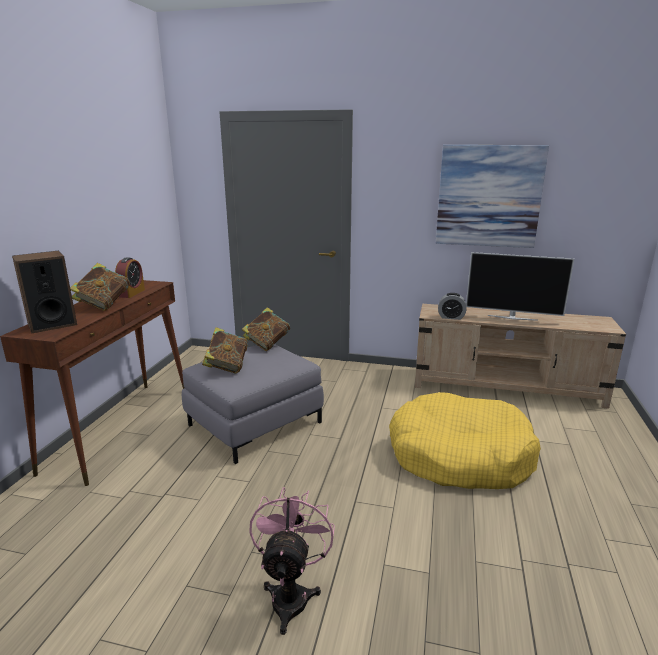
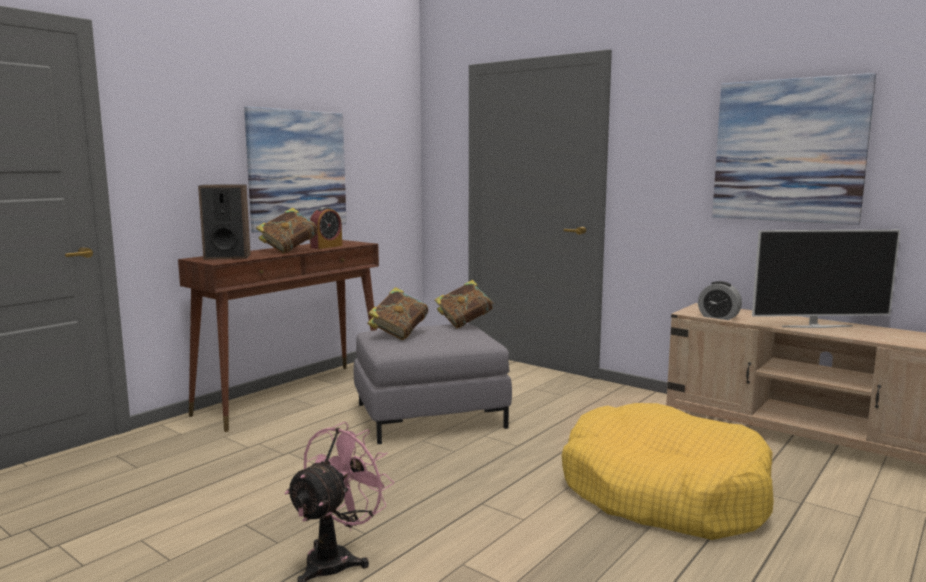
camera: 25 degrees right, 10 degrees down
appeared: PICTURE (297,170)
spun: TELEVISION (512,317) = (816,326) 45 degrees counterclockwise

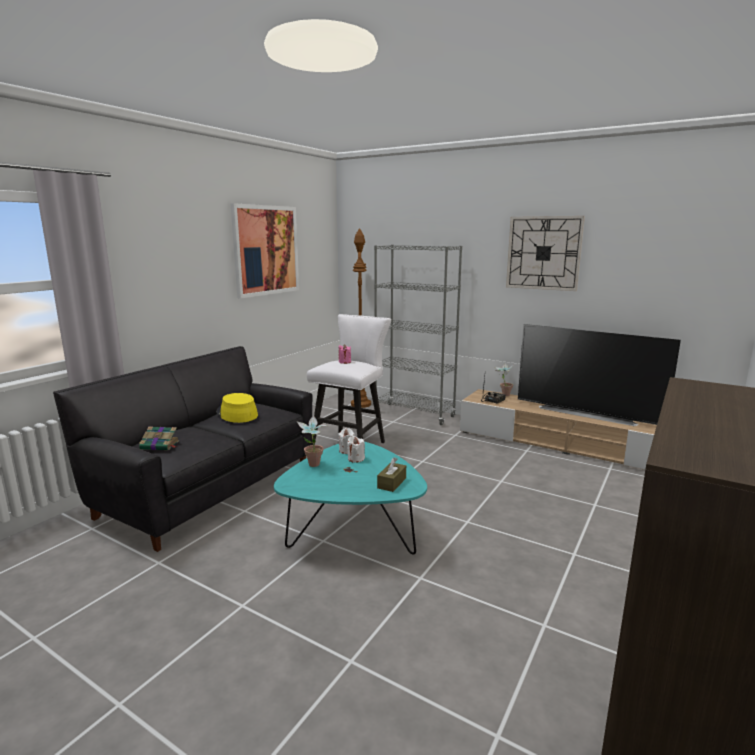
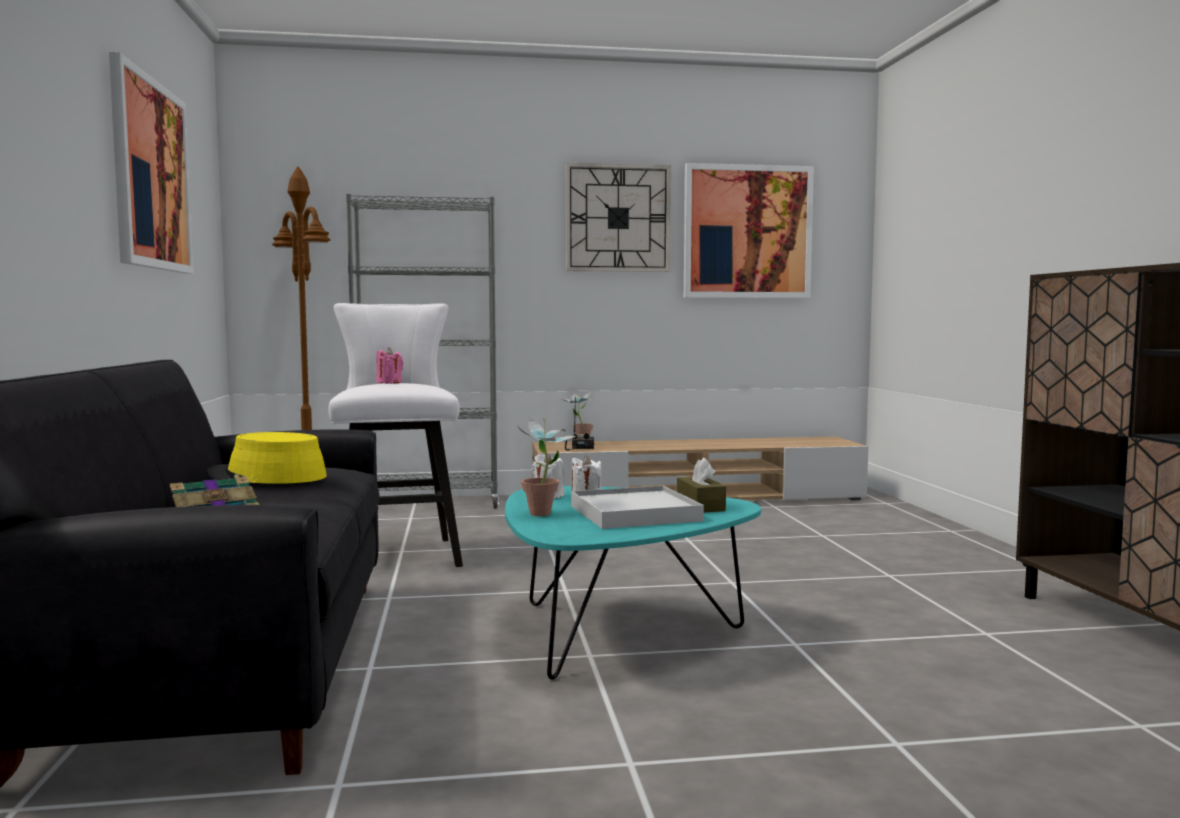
camera: 40 degrees left, 10 degrees down
missing: TELEVISION (587,413)
appeared: WHITE TRAY (635,513); PICTURE (747,232)

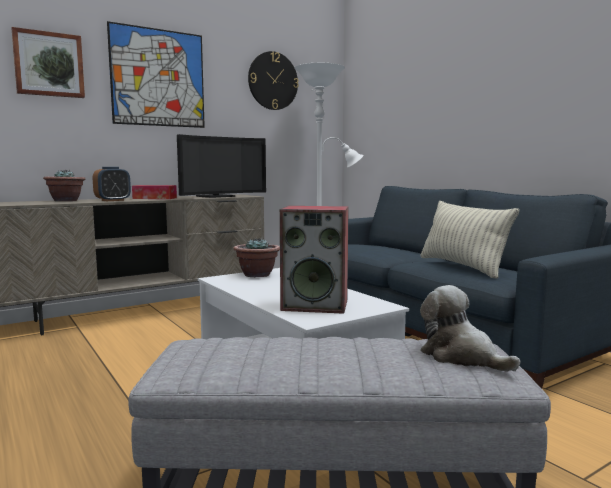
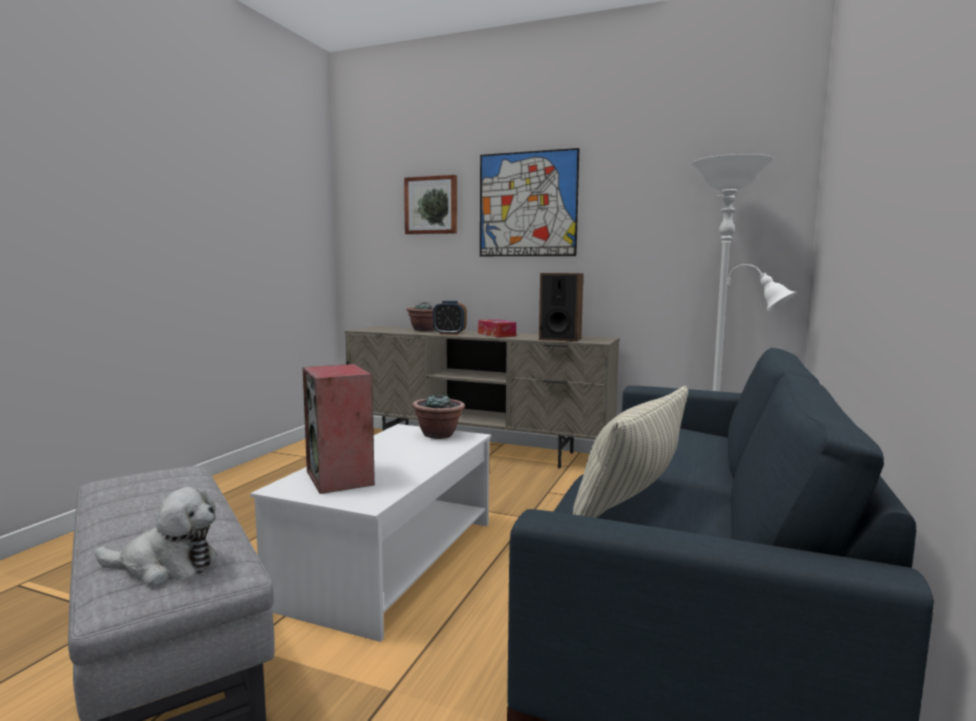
camera: 55 degrees right, 0 degrees up
missing: WALL CLOCK (273,81)
exchanged: TELEVISION (218,196) to SPEAKER (560,339)
spun: PLUSH TOY (461,356) = (165,566) 75 degrees clockwise

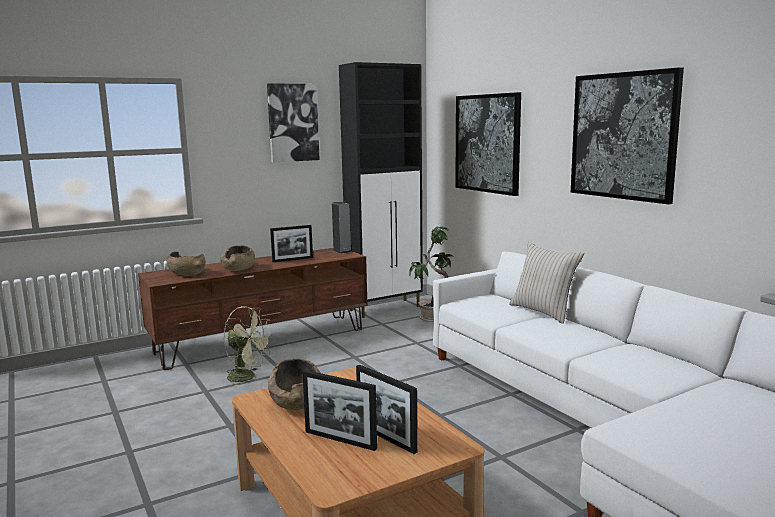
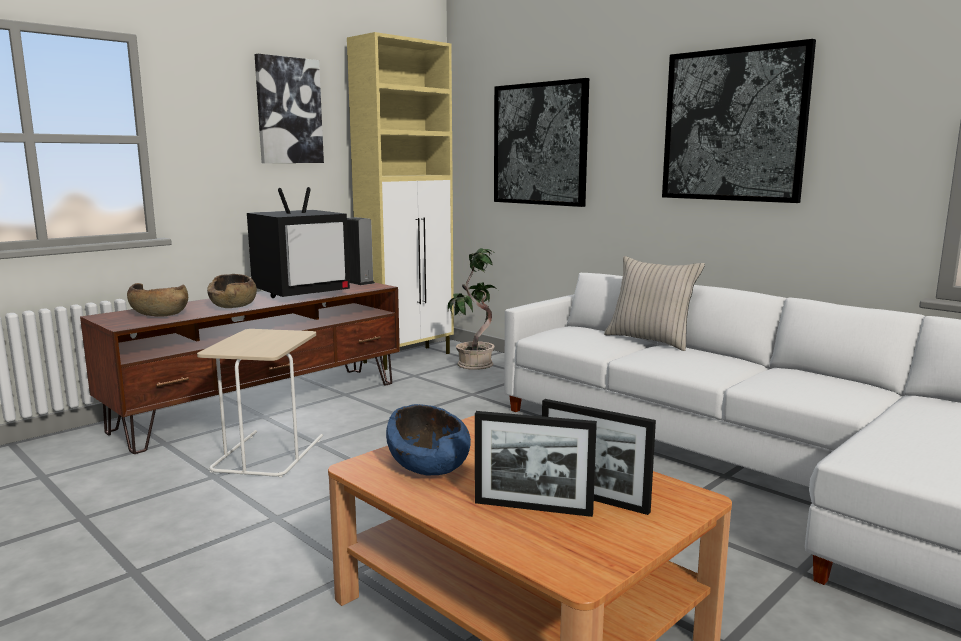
camera: 15 degrees left, 0 degrees up
exchanged: GREEN FAN (247,377) to BEIGE SIDE TABLE (267,453); PICTURE FRAME (292,259) to TELEVISION (302,293)
colour: BROWN BOWL (297,401) to BLUE BOWL (429,464); BLACK CABINET (386,308) to BEIGE CABINET (408,358)

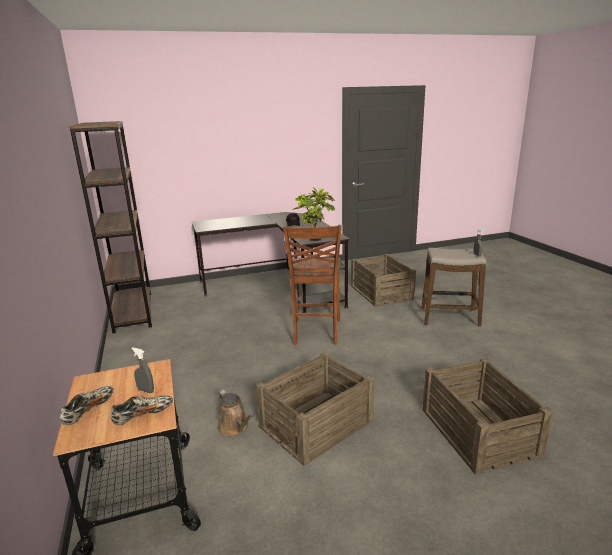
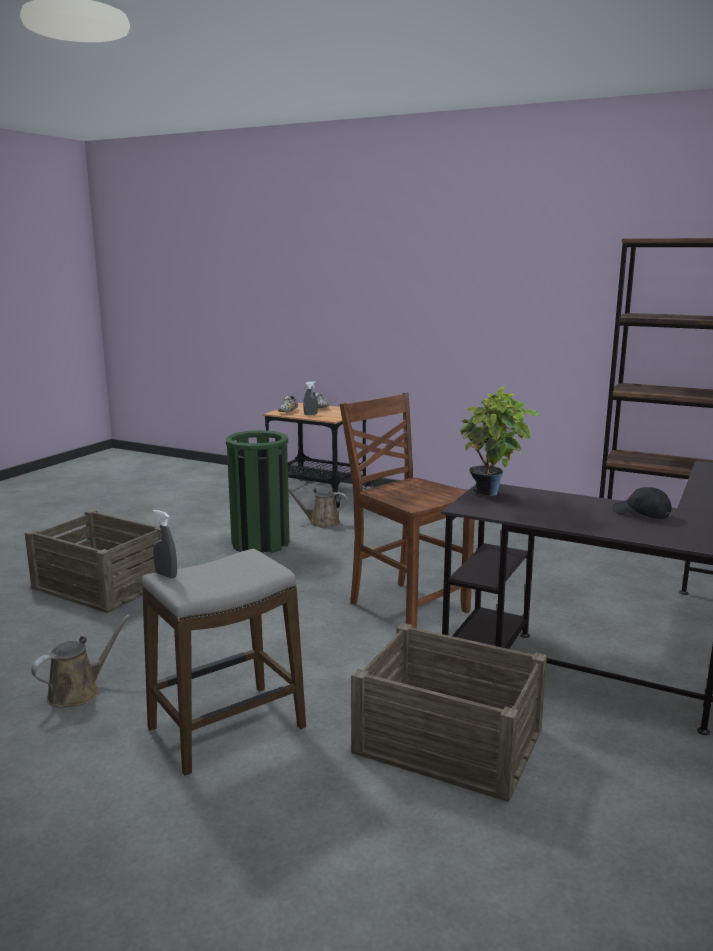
camera: 135 degrees right, 5 degrees down
appeared: BROWN WATERING CAN (78,692)
exchanged: CRATE (317,423) to GREEN TRASH CAN (260,543)

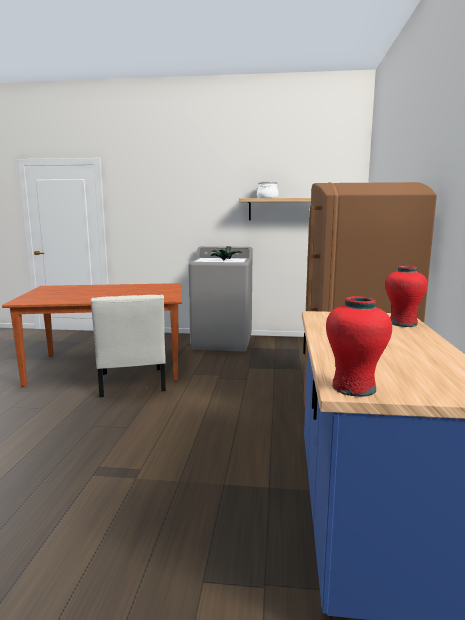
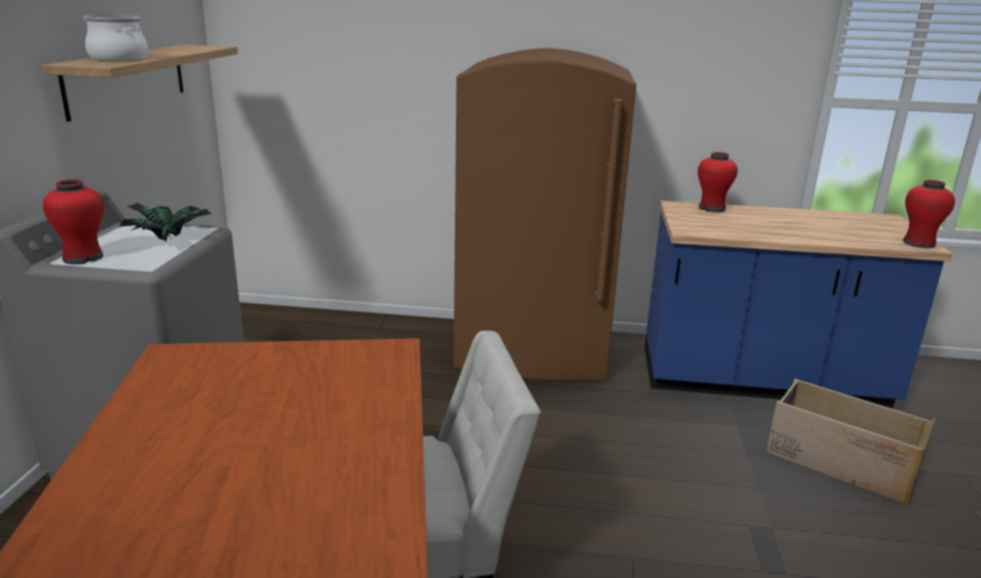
camera: 90 degrees left, 10 degrees up
appeared: RED VASE (83,258); CRATE (839,463)

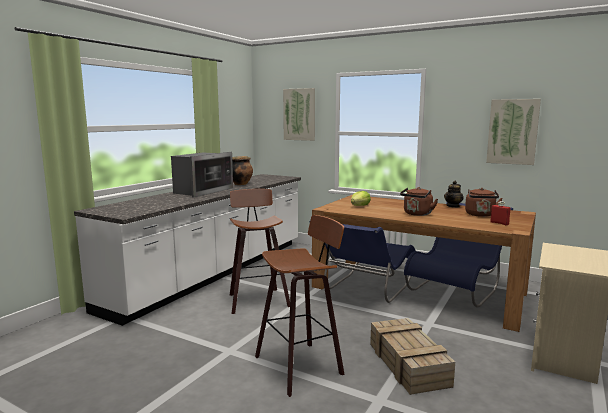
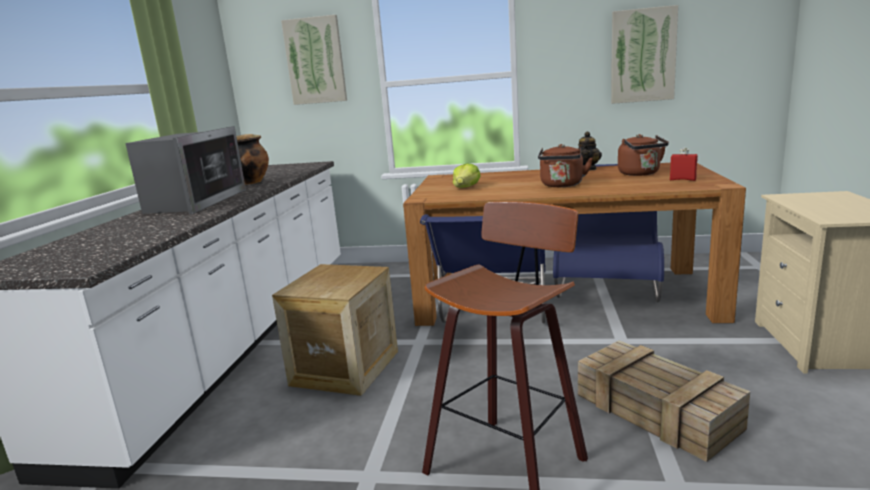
camera: 20 degrees left, 5 degrees up
exchanged: STOOL (256,300) to CRATE (345,368)

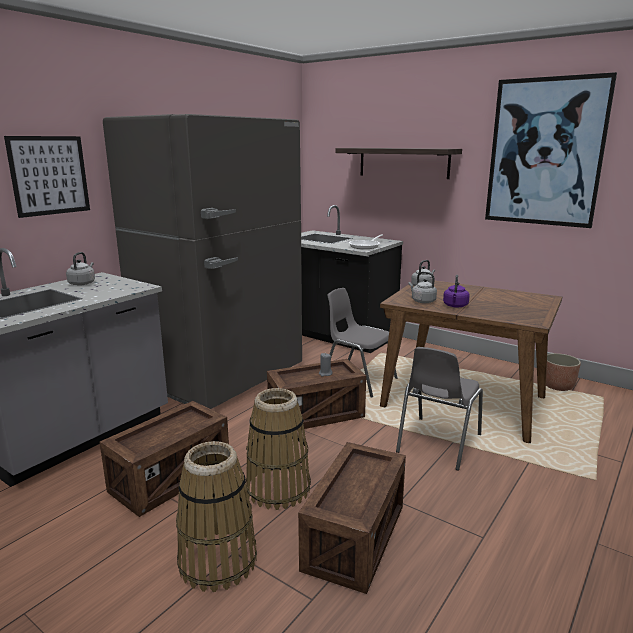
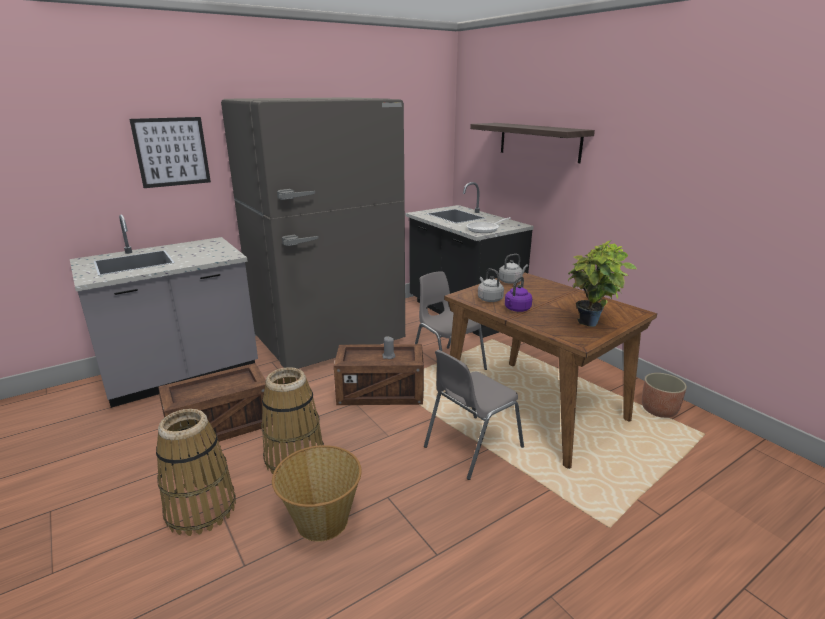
camera: 20 degrees right, 5 degrees up
missing: GREY KETTLE (82,283); PICTURE (545,152)
appeared: POTTED PLANT (591,325)
exchanged: CRATE (354,537) to BASKET (321,520)

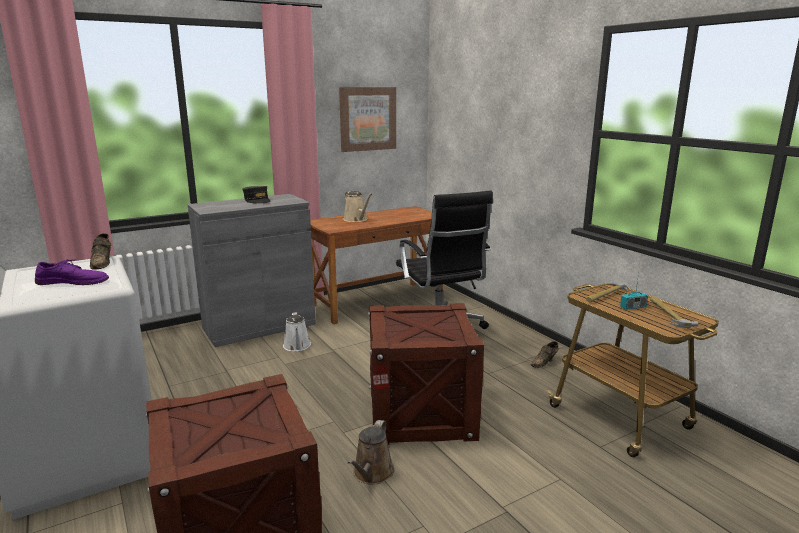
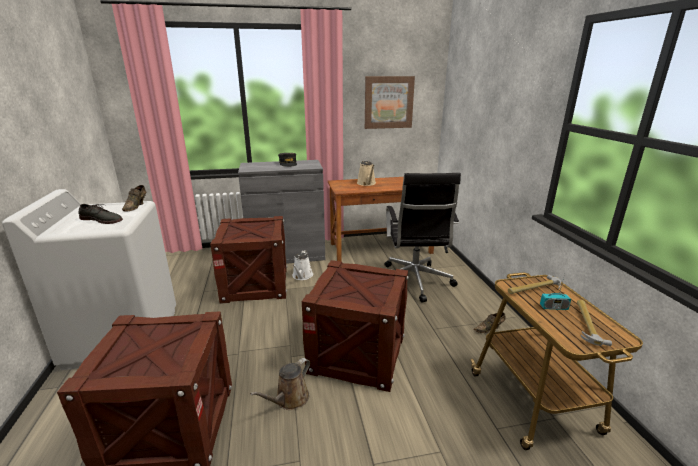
camera: 20 degrees right, 5 degrees up
appeared: CRATE (255,284)
colour: PURPLE SHOE (73,282) to GREY SHOE (102,220)

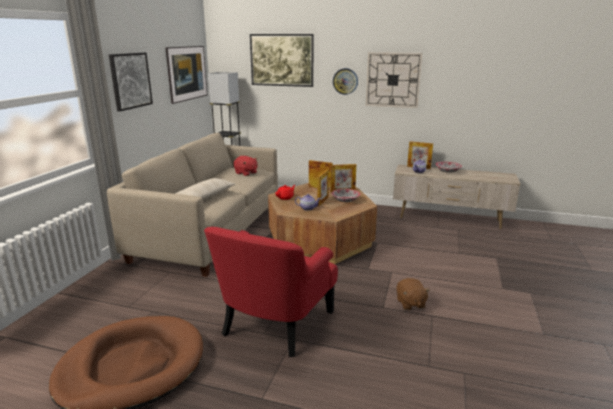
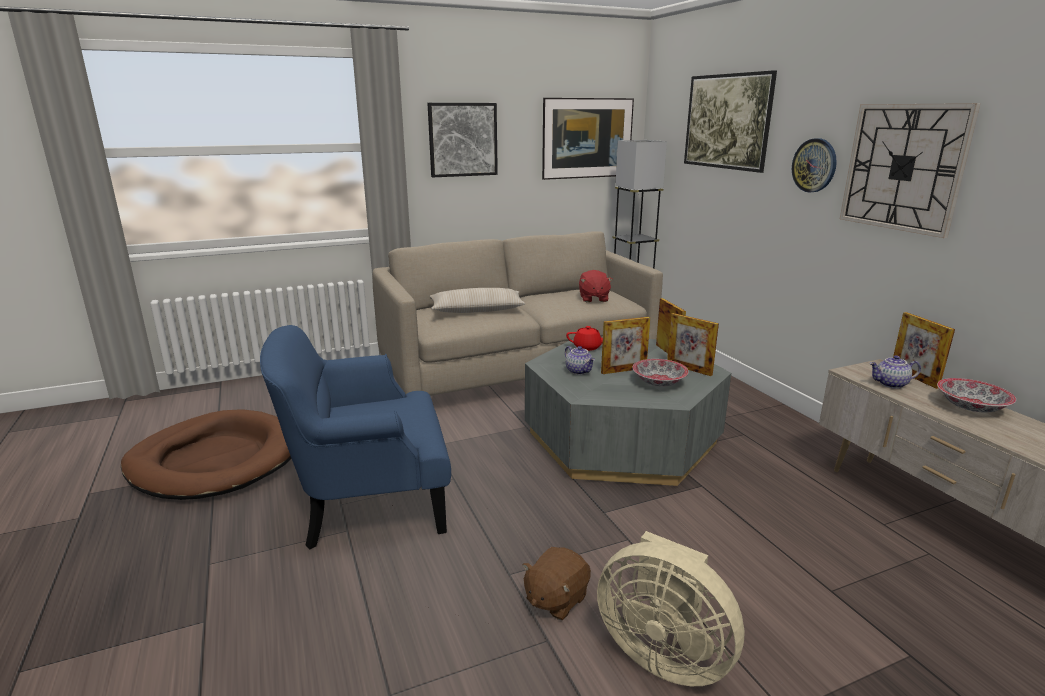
camera: 50 degrees right, 0 degrees up
appeared: BEIGE FAN (663,653)
colour: RED ARMCHAIR (275,323) to BLUE ARMCHAIR (369,502); BROWN COFFEE TABLE (320,240) to GREY COFFEE TABLE (621,438)

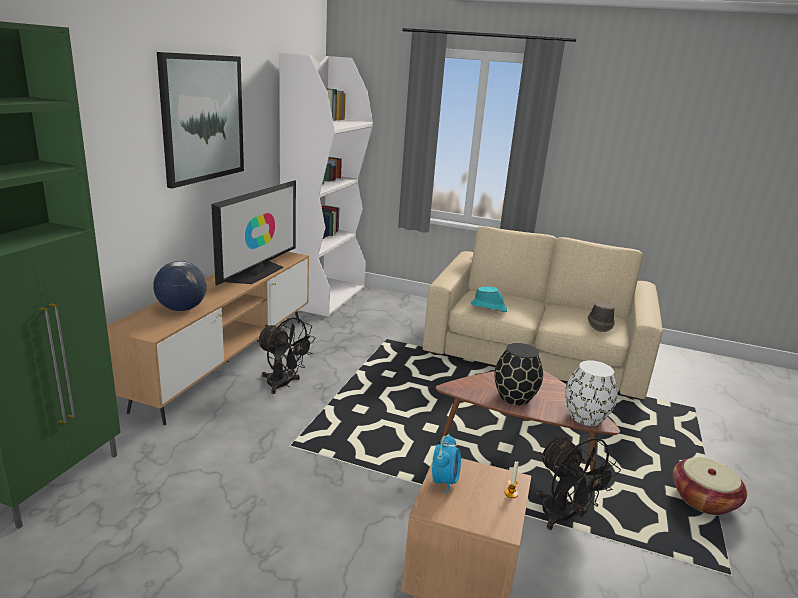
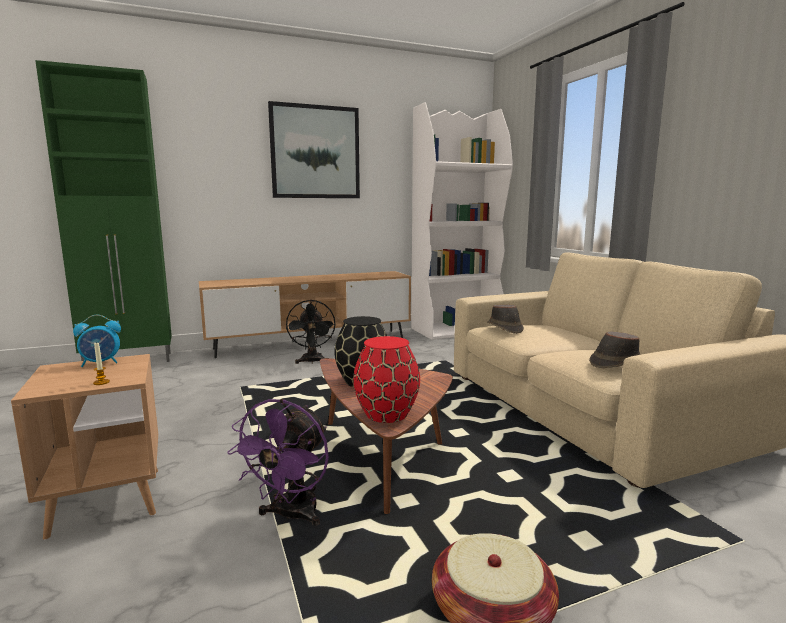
camera: 50 degrees right, 10 degrees down
missing: GLOBE (182,309); TELEVISION (257,273)
colour: TURQUOISE HAT (489,307) to BROWN HAT (504,328); BLACK FAN (563,518) to PURPLE FAN (291,516); WHITE VASE (585,417) to RED VASE (386,414)

